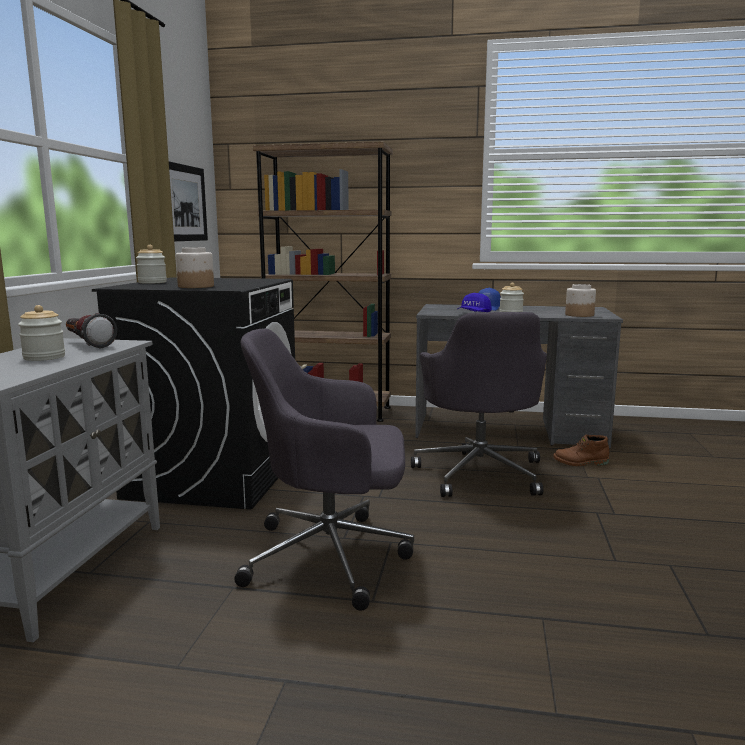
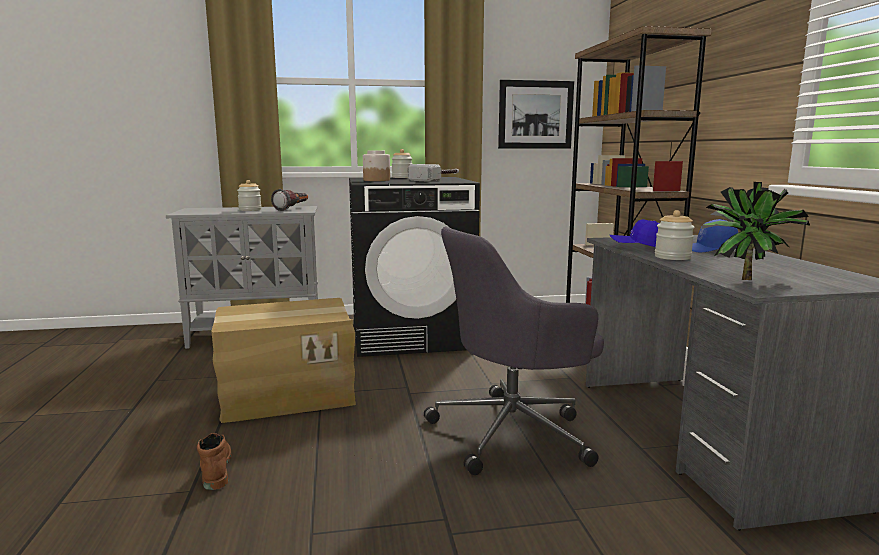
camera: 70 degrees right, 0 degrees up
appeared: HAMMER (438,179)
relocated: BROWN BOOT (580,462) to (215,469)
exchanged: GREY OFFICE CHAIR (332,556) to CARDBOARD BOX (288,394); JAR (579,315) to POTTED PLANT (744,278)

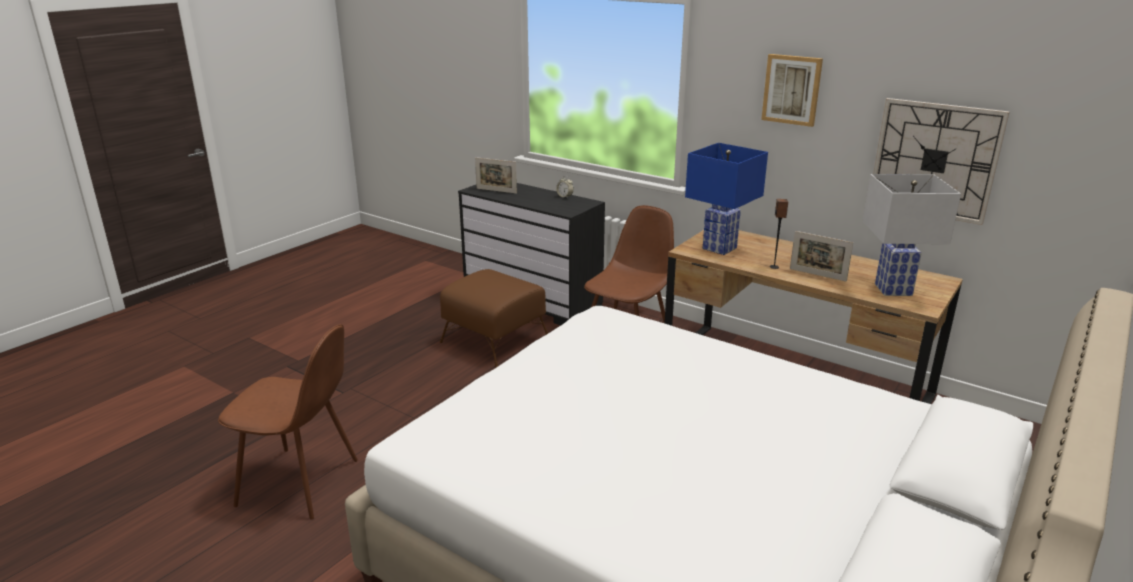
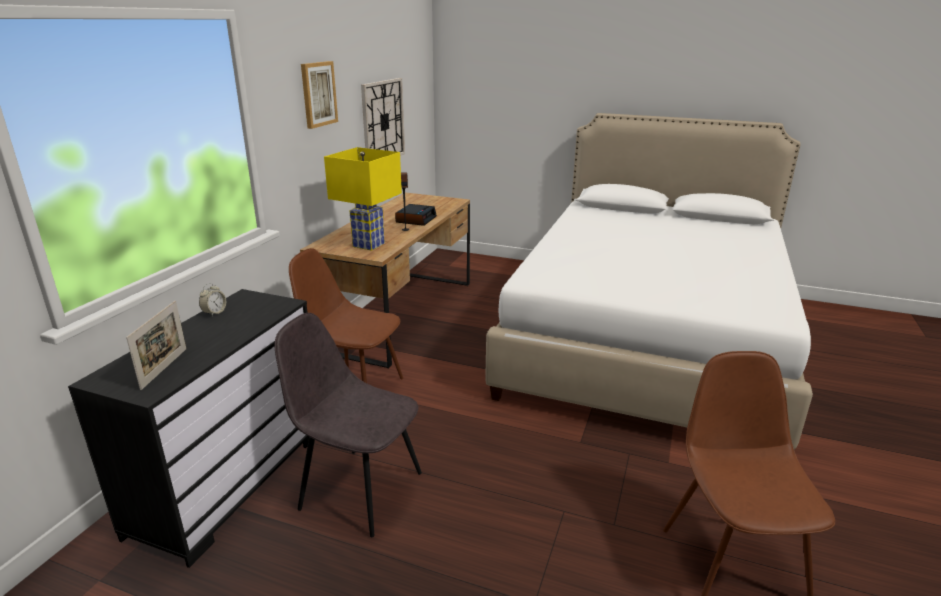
camera: 105 degrees left, 0 degrees up
missing: WHITE TABLE LAMP (892,289)
exchanged: BROWN OTTOMAN (495,339) to GREY CHAIR (359,489); PICTURE FRAME (817,275) to ALARM CLOCK (416,219)
colour: BLUE TABLE LAMP (720,248) to YELLOW TABLE LAMP (368,245)

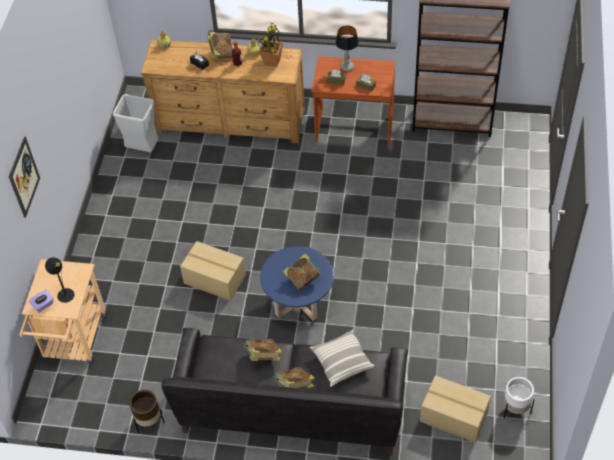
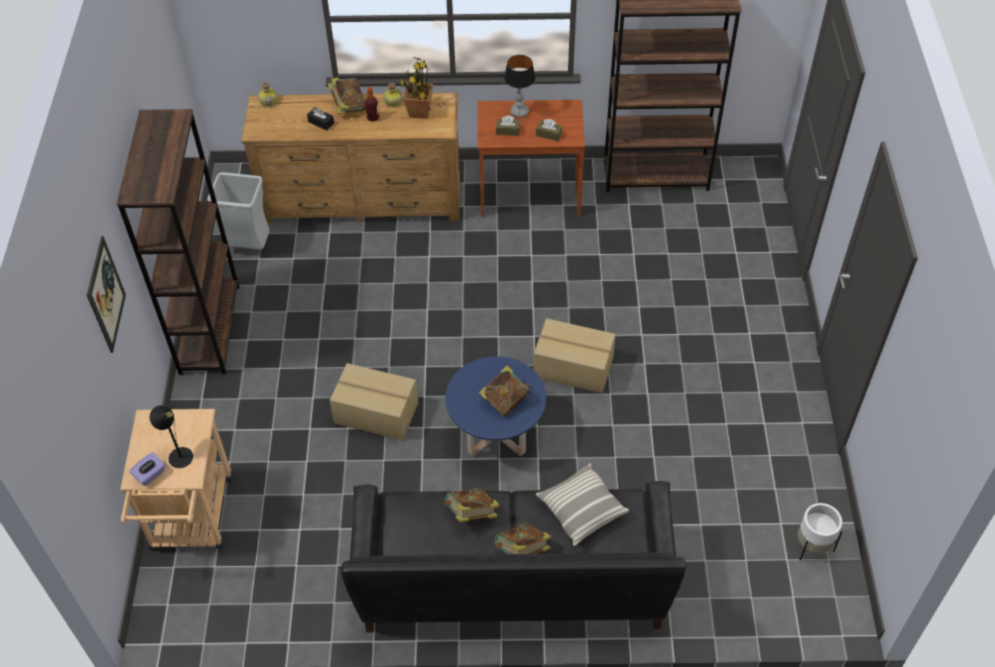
camera: 10 degrees left, 0 degrees up
missing: BROWN PLANTER (149,421)
appeared: BROWN BOOKCASE (209,329)
relocated: CARDBOARD BOX (453,417) to (573,368)

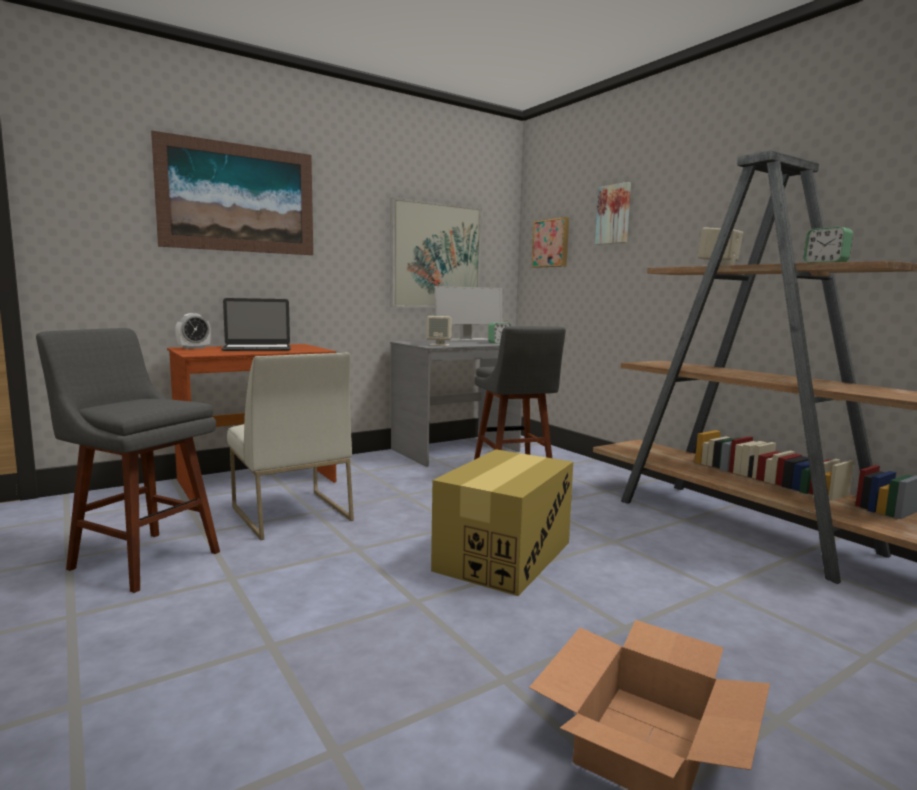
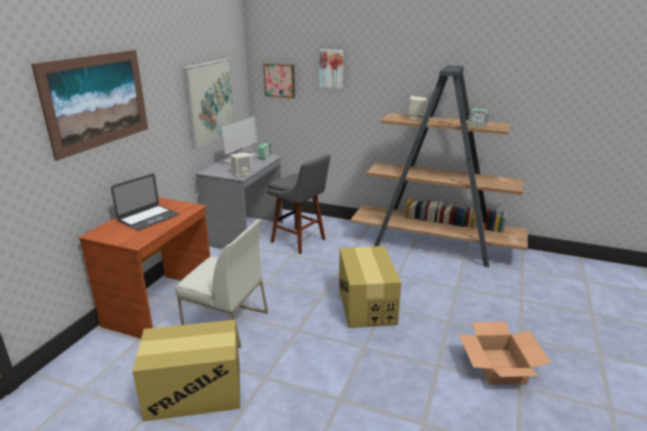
camera: 35 degrees left, 15 degrees up
missing: ALARM CLOCK (194,348)
exchanged: GREY STOOL (141,558) to CARDBOARD BOX (194,391)

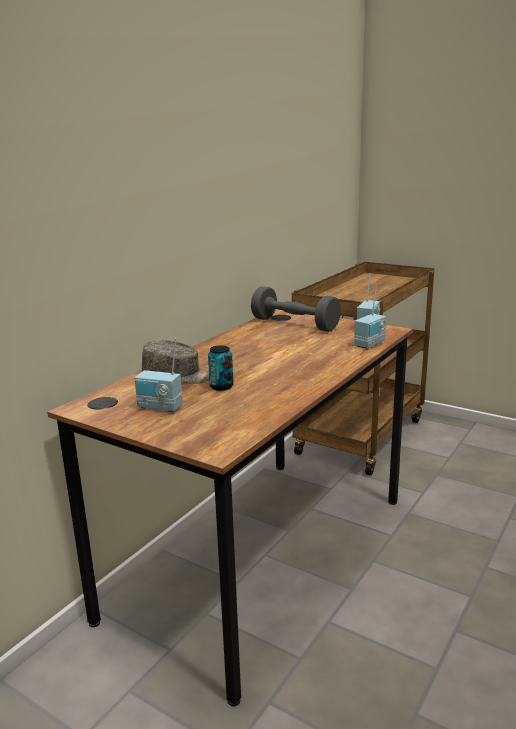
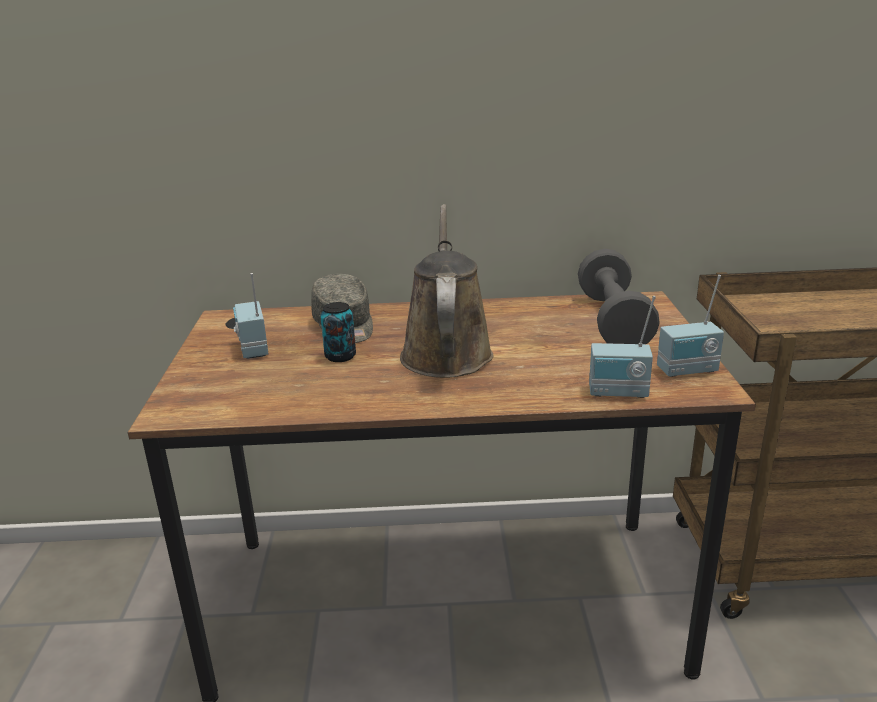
camera: 55 degrees right, 5 degrees up
appeared: BROWN WATERING CAN (446,352)

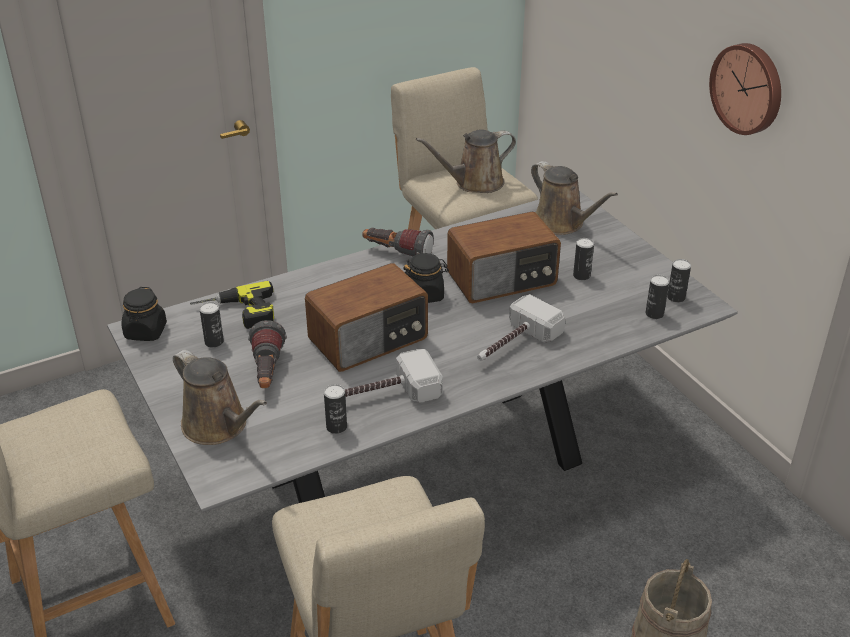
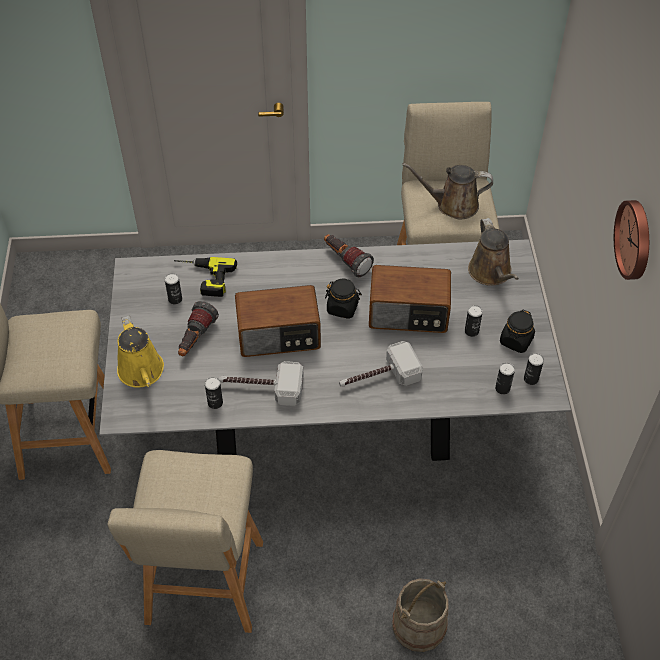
camera: 25 degrees right, 15 degrees up
relocated: BLACK JAR (145,332) to (516,341)
colour: BROWN WATERING CAN (219,426) to YELLOW WATERING CAN (142,373)

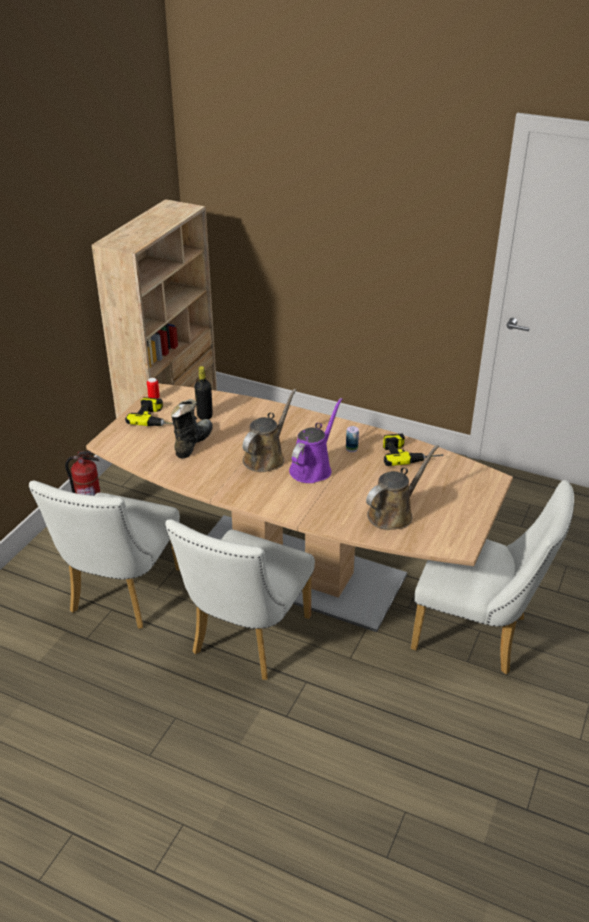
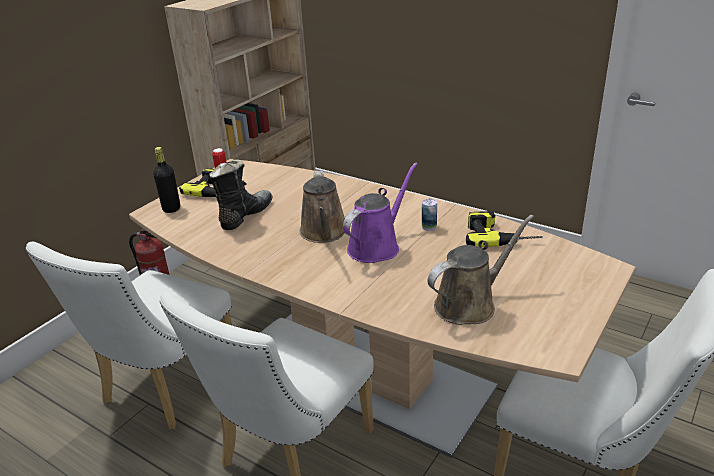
camera: 10 degrees right, 5 degrees down
relocated: BLACK BOTTLE (204,416) to (171,208)
spun: BROWN WATERING CAN (266,457) = (324,233) 135 degrees clockwise

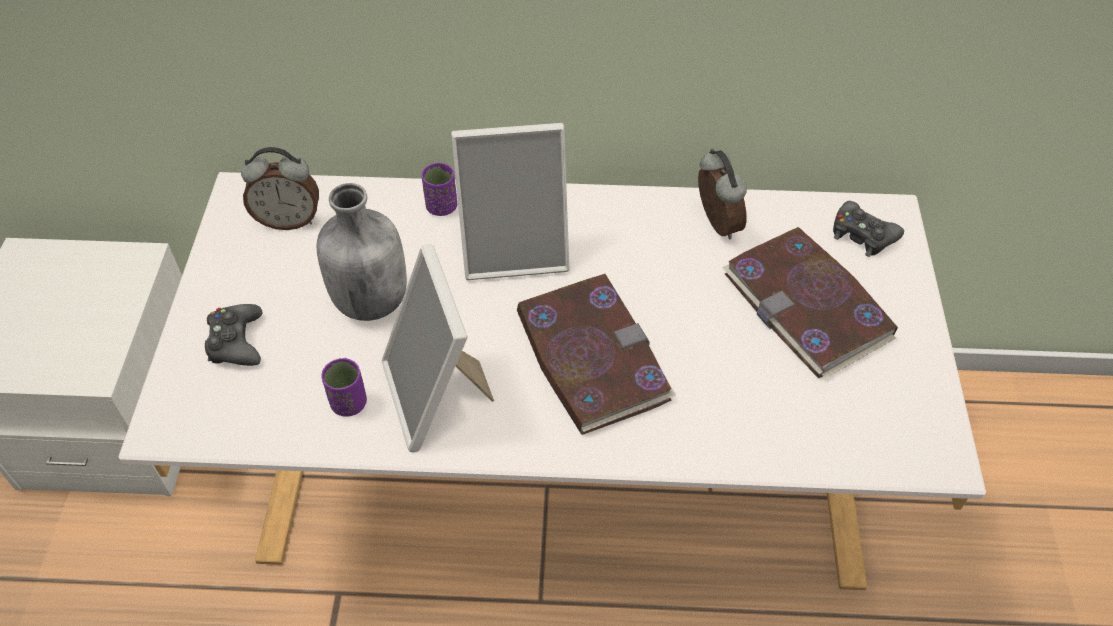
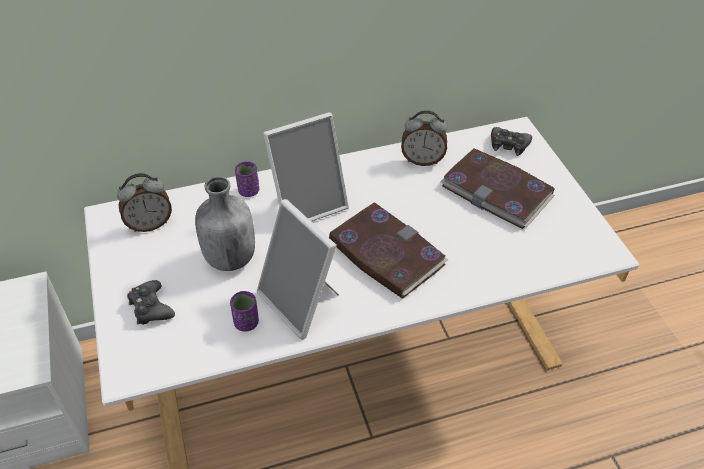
camera: 20 degrees left, 5 degrees down
spun: ALARM CLOCK (715,225) = (422,160) 135 degrees clockwise

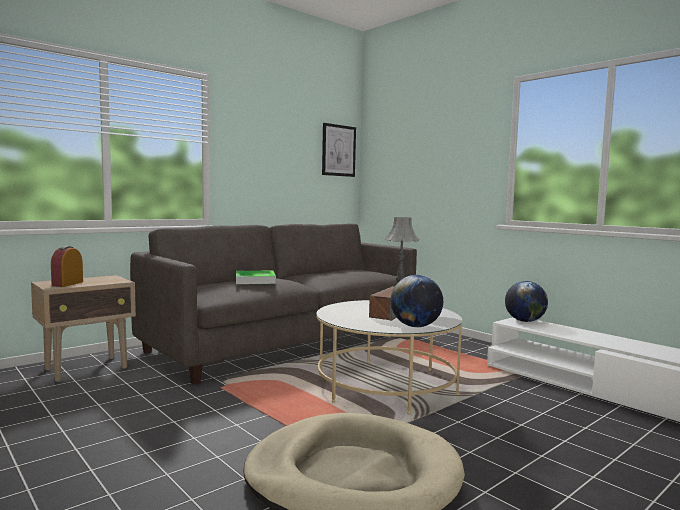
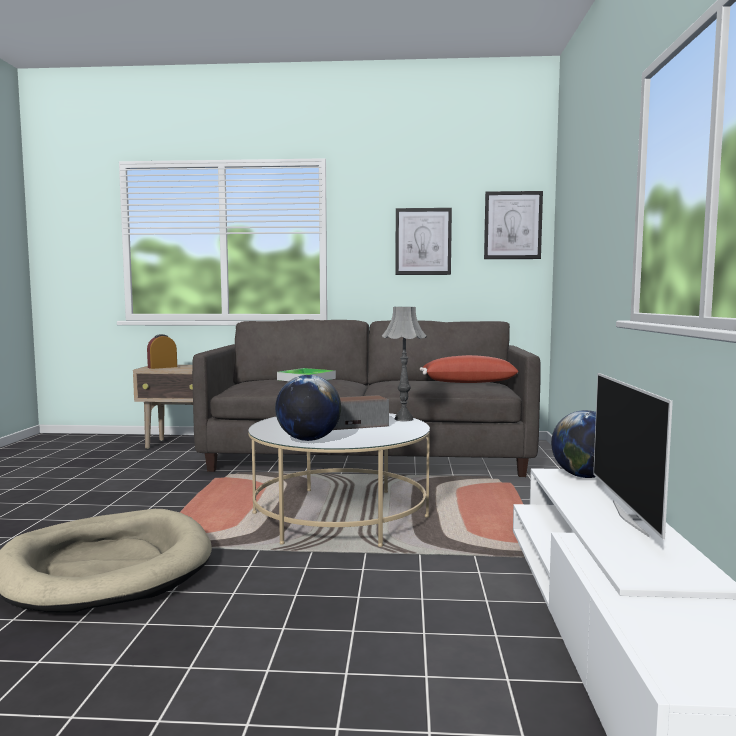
camera: 45 degrees right, 0 degrees up
appeared: PICTURE (423,241); RED PILLOW (468,382); TELEVISION (631,518)

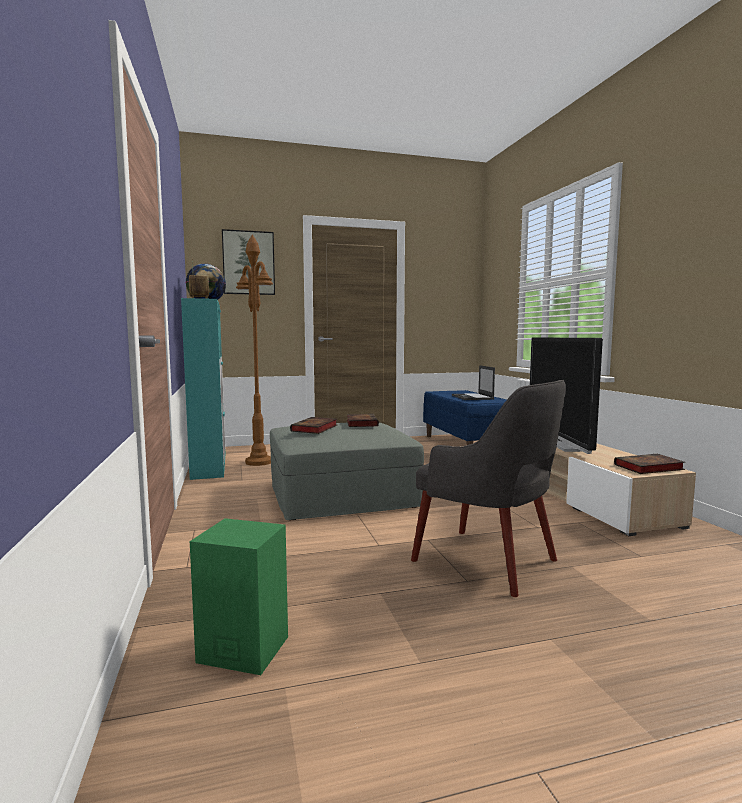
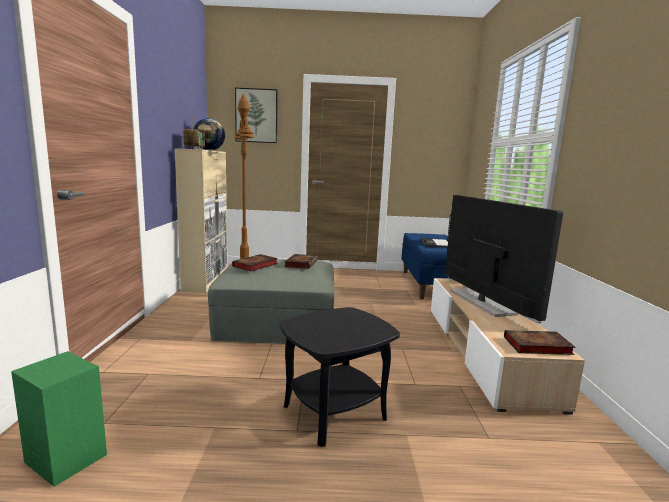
camera: 15 degrees right, 5 degrees up
exchanged: GREY ARMCHAIR (487,561) to BLACK SIDE TABLE (334,413)
colour: TURQUOISE CABINET (209,465) to BEIGE CABINET (206,280)
spun: TELEVISION (560,442) = (481,302) 150 degrees clockwise

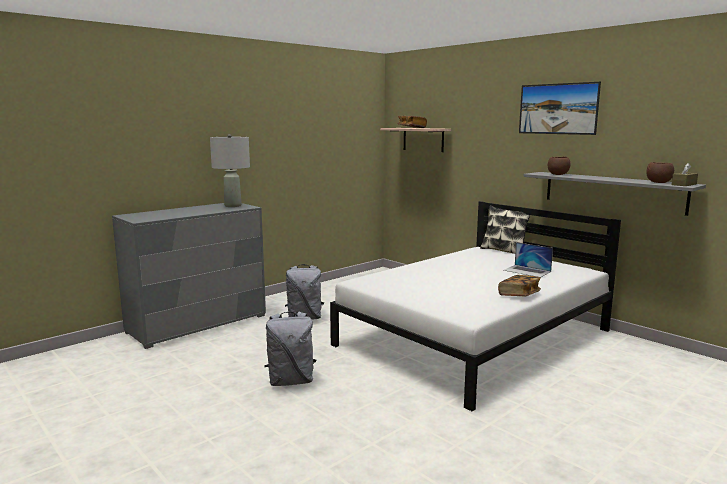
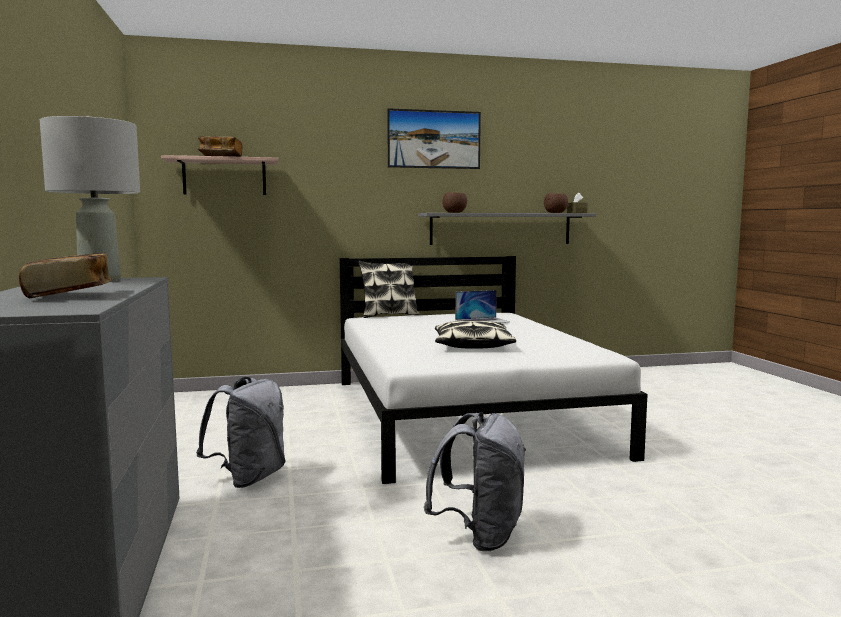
camera: 60 degrees left, 5 degrees down
appeared: PILLOW (472,346)
relocated: BOOK (519,295) to (69,296)

